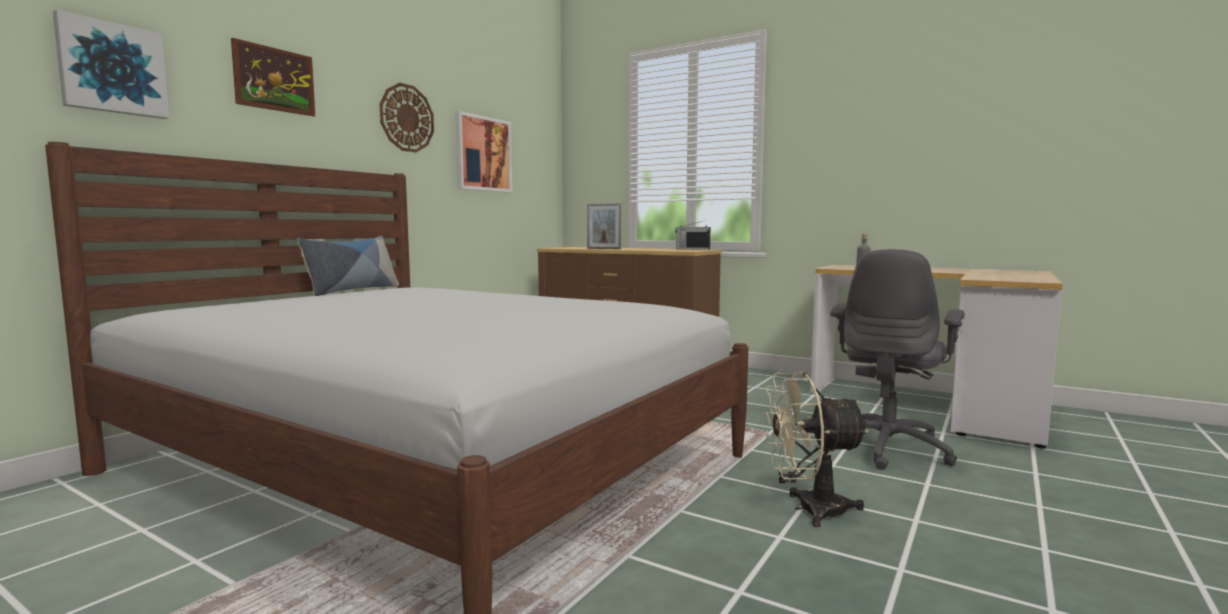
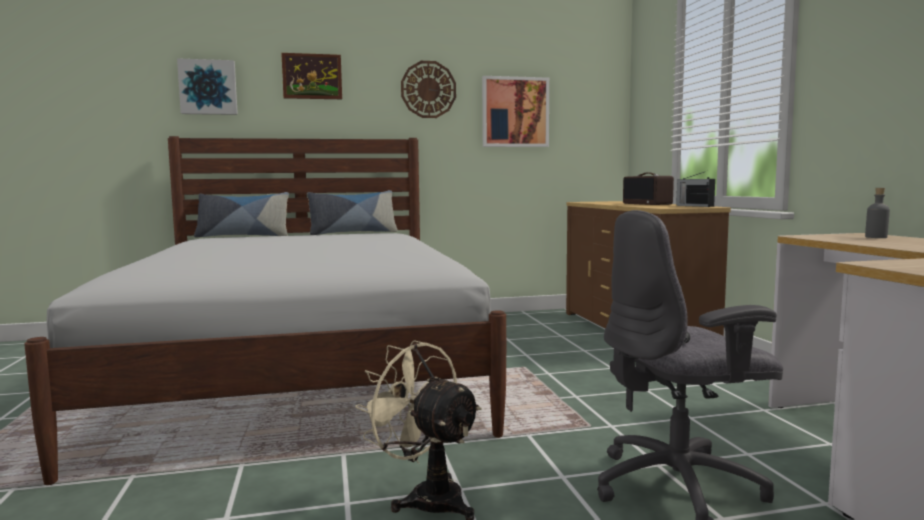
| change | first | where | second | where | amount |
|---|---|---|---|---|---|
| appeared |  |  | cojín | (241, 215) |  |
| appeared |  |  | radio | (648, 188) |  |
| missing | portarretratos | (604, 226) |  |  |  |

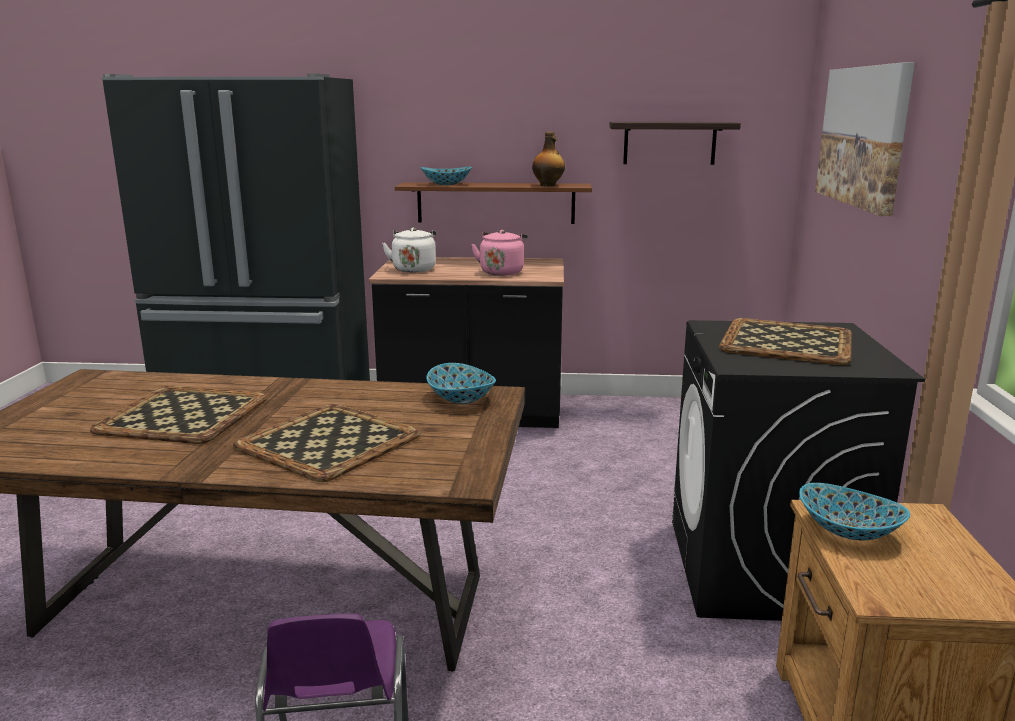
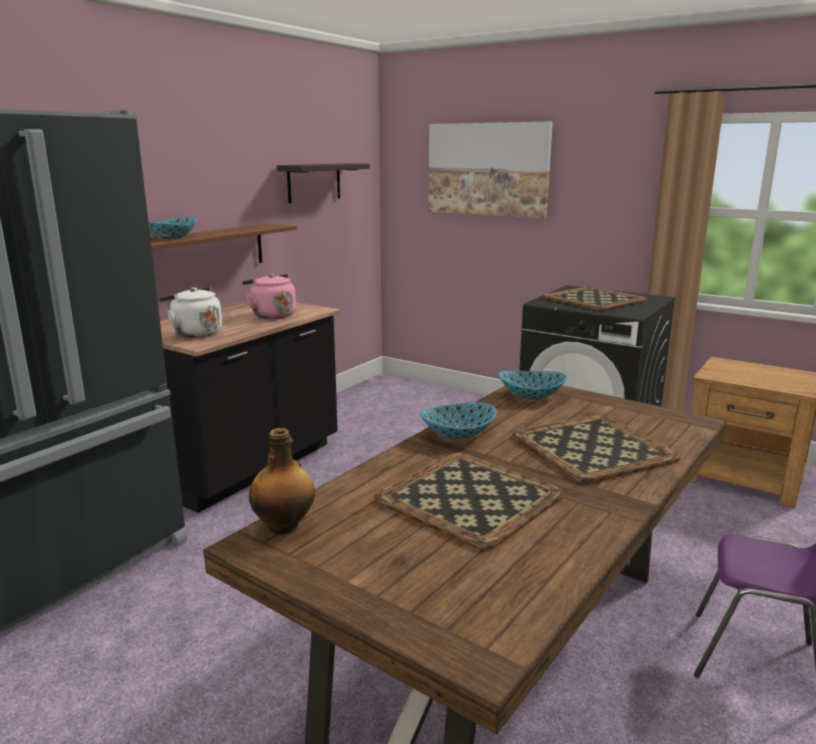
| change | first | where | second | where | amount |
|---|---|---|---|---|---|
| relocated | botella | (548, 159) |  | (282, 481) |  |
| relocated | cuenco | (854, 511) |  | (458, 421) |  |

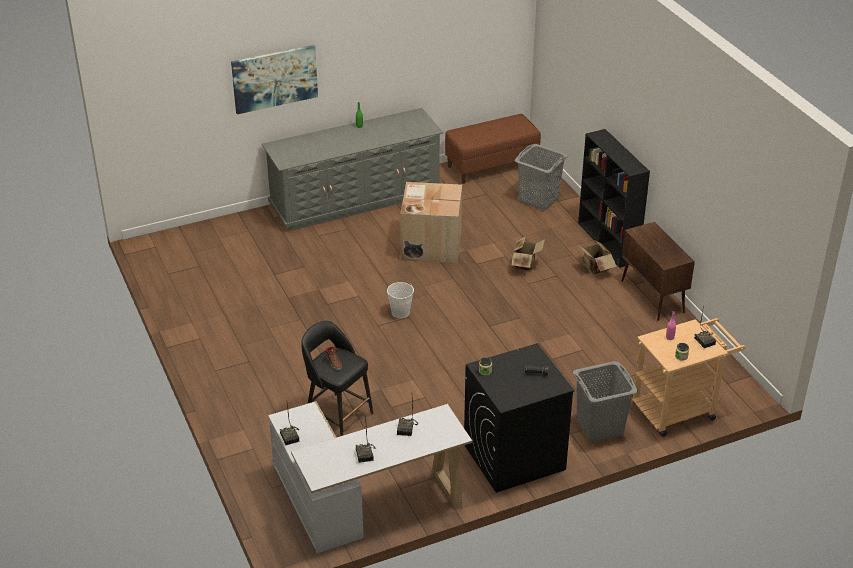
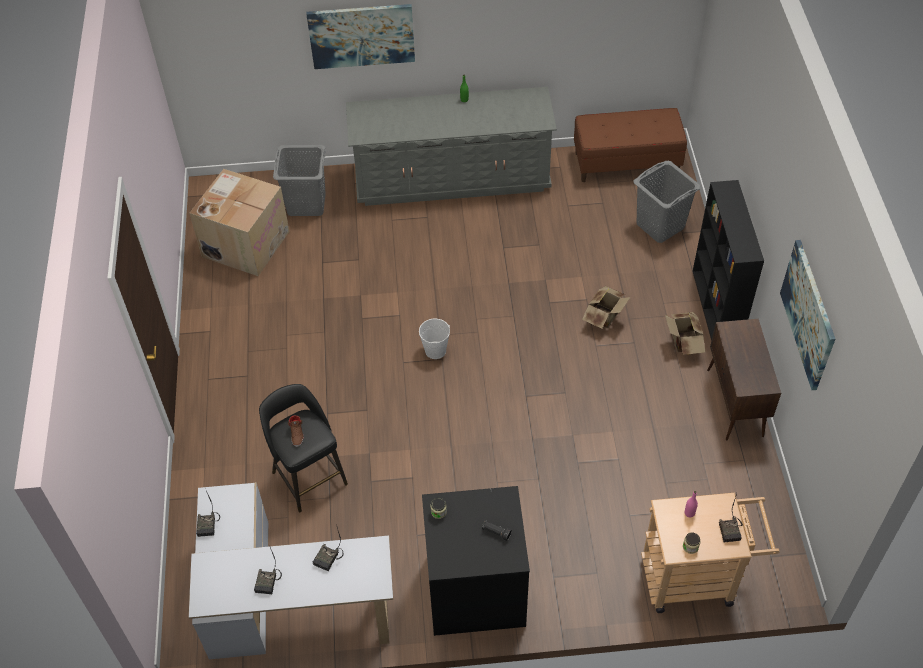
| change | first | where | second | where | amount |
|---|---|---|---|---|---|
| relocated | caja de cartón | (431, 222) |  | (239, 222) |  |
| relocated | cesto de la ropa [gris] | (605, 401) |  | (299, 180) |  |
| appeared |  |  | cuadro | (807, 315) |  |

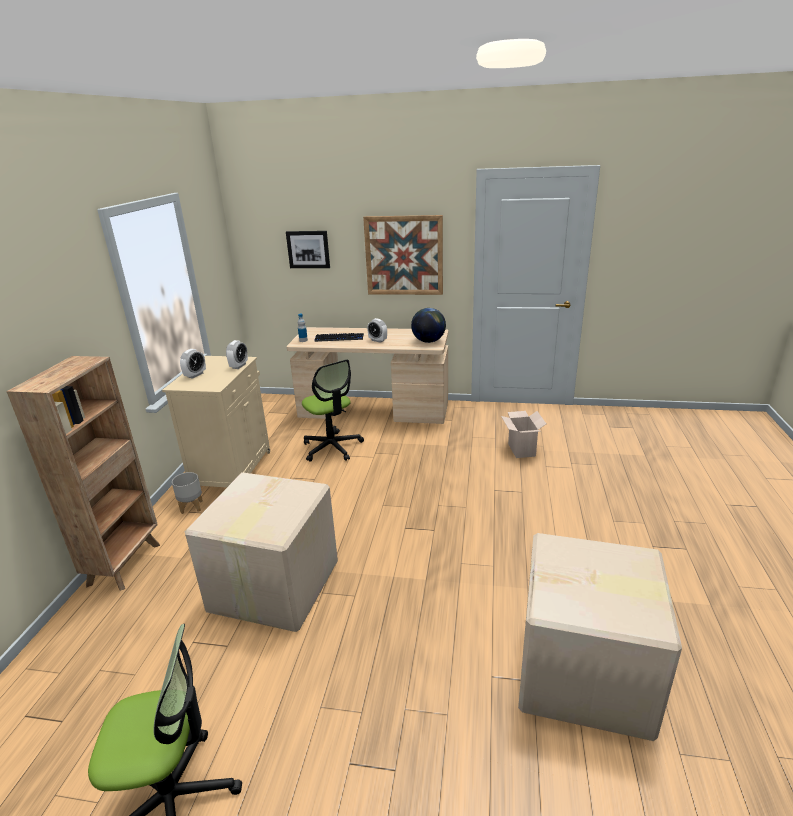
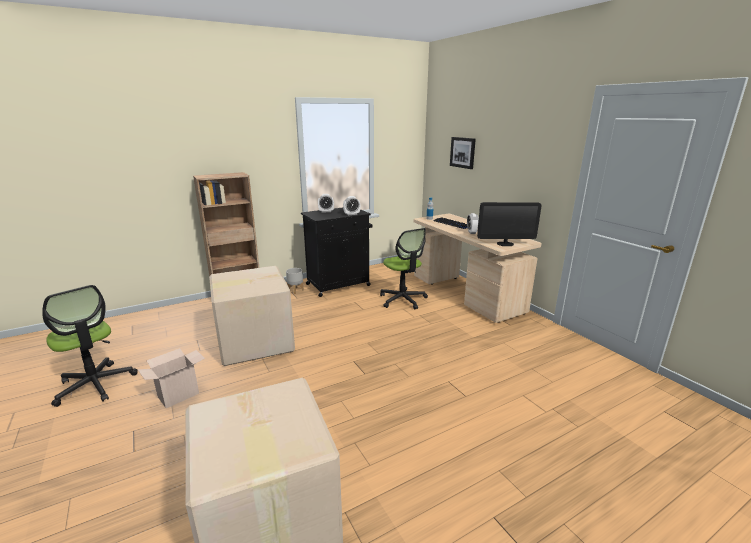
| change | first | where | second | where | amount |
|---|---|---|---|---|---|
| relocated | caja de cartón | (523, 434) |  | (171, 378) |  |
| colour | armario [beis] | (216, 422) | armario [negro] | (337, 252) |  |
| spun | silla de oficina | (333, 410) |  | (404, 269) | 45 degrees counterclockwise |
| exchanged | globo terráqueo | (428, 325) | monitor | (509, 224) |  |
| missing | cuadro | (403, 255) |  |  |  |

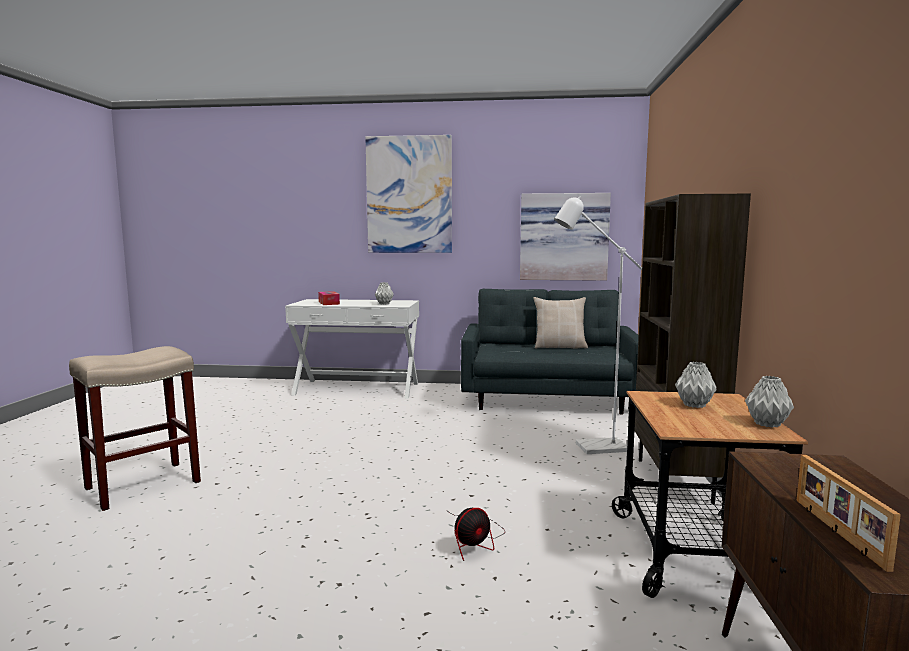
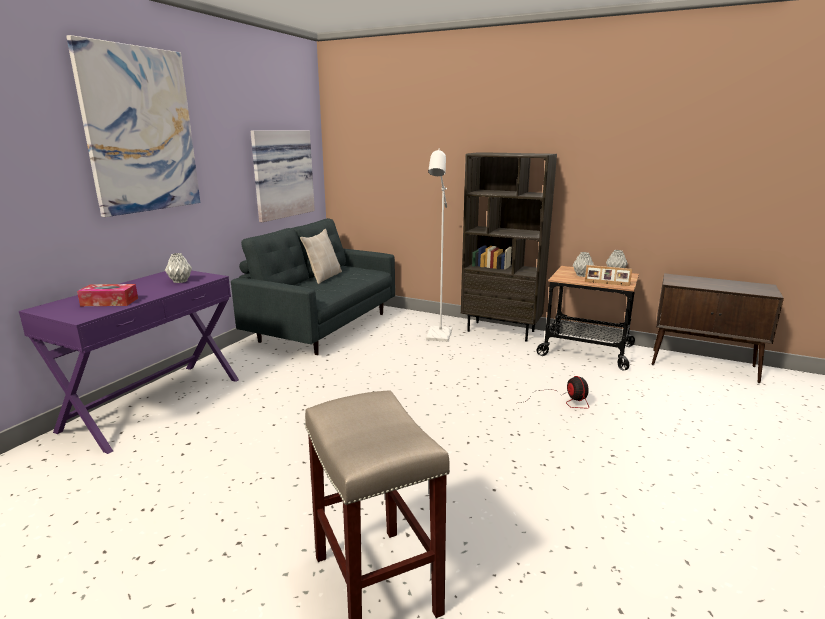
| change | first | where | second | where | amount |
|---|---|---|---|---|---|
| colour | mesa consola [blanco] | (352, 349) | mesa consola [morado] | (129, 362) |  |
| relocated | portarretratos | (849, 513) |  | (608, 275) |  |

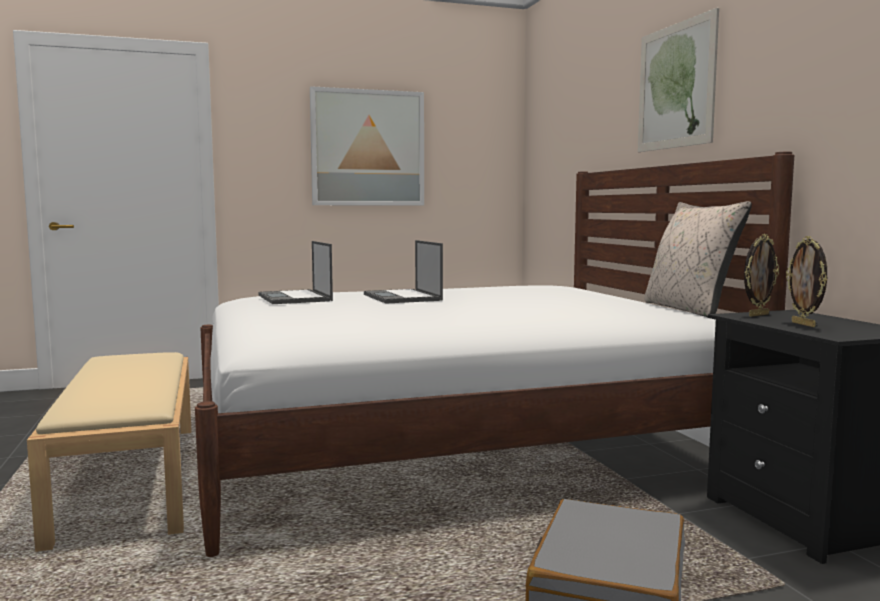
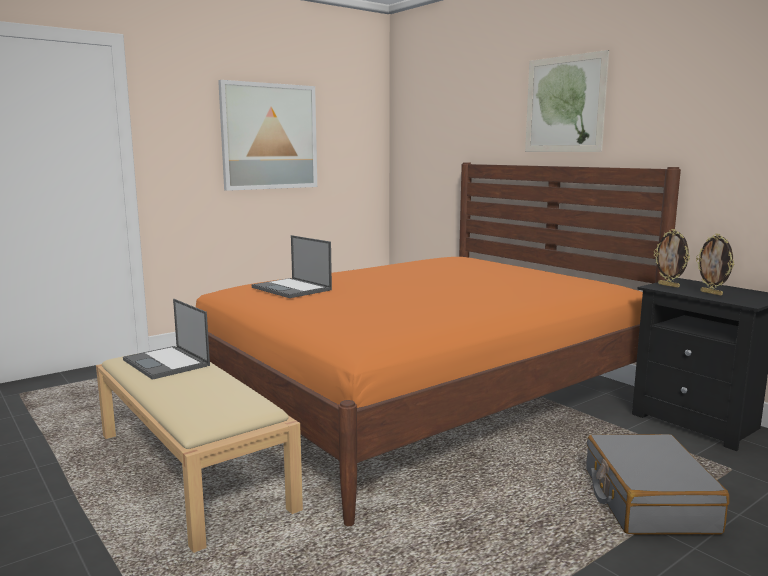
| change | first | where | second | where | amount |
|---|---|---|---|---|---|
| relocated | portátil | (403, 272) |  | (166, 339) |  |
| colour | cama [blanco] | (494, 354) | cama [naranja] | (438, 344) |  |
| spun | portarretratos | (761, 275) |  | (672, 258) | 105 degrees clockwise |
| missing | cojín [beis] | (698, 259) |  |  |  |

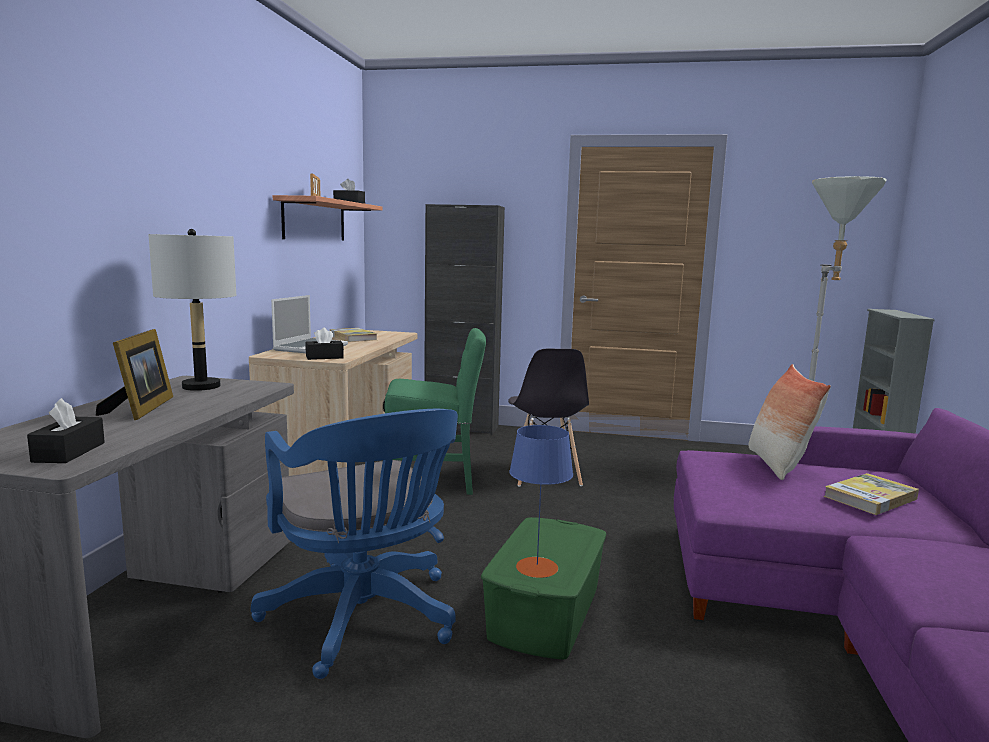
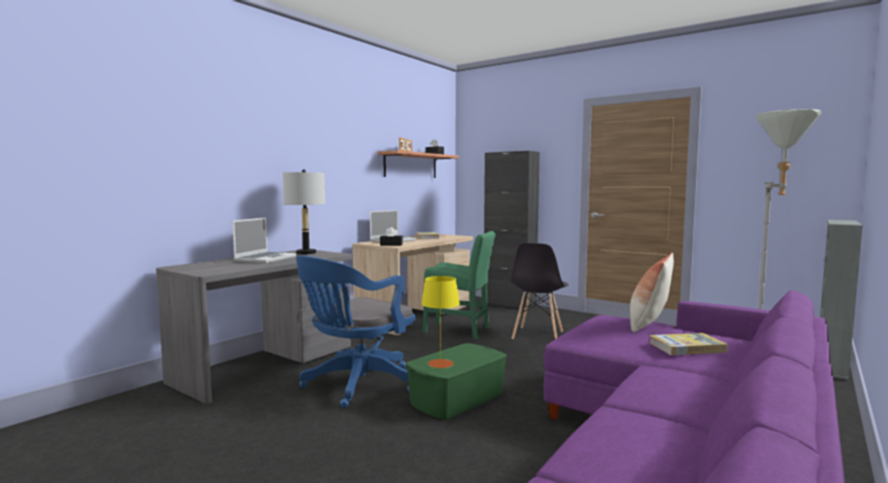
| change | first | where | second | where | amount |
|---|---|---|---|---|---|
| exchanged | portarretratos | (134, 374) | portátil | (264, 240) |  |
| spun | silla de oficina [azul] | (354, 544) |  | (355, 332) | 45 degrees clockwise |
| colour | lámpara de mesa [azul] | (541, 501) | lámpara de mesa [amarillo] | (440, 322) |  |
| missing | caja de pañuelos [negro] | (66, 430) |  |  |  |

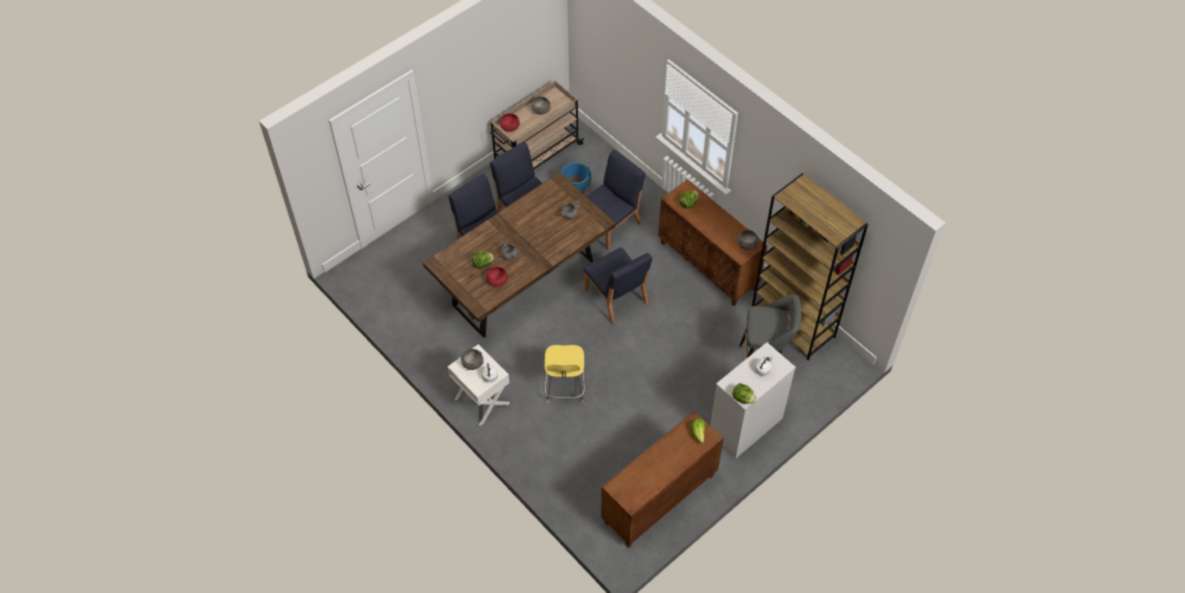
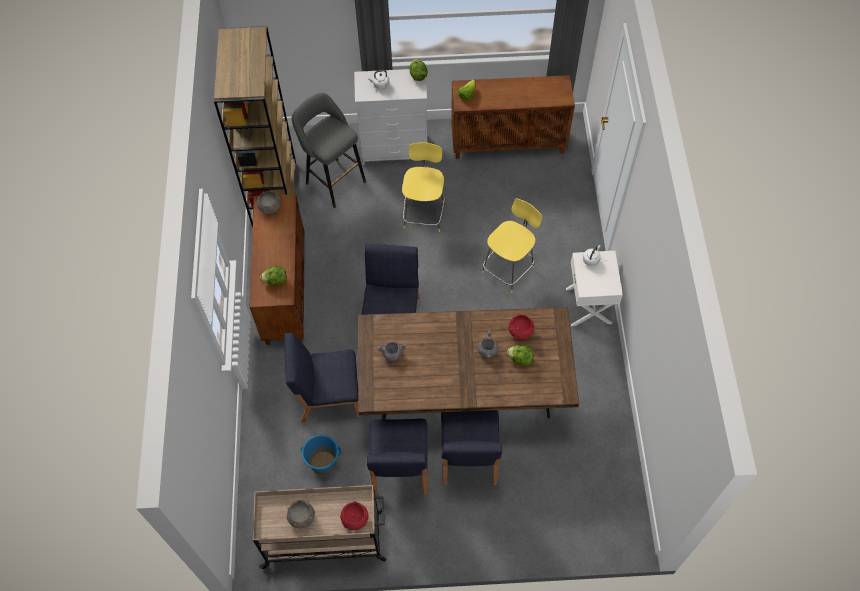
| change | first | where | second | where | amount |
|---|---|---|---|---|---|
| appeared |  |  | taburete [amarillo] | (423, 187) |  |
| missing | cuenco [gris] | (472, 359) |  |  |  |

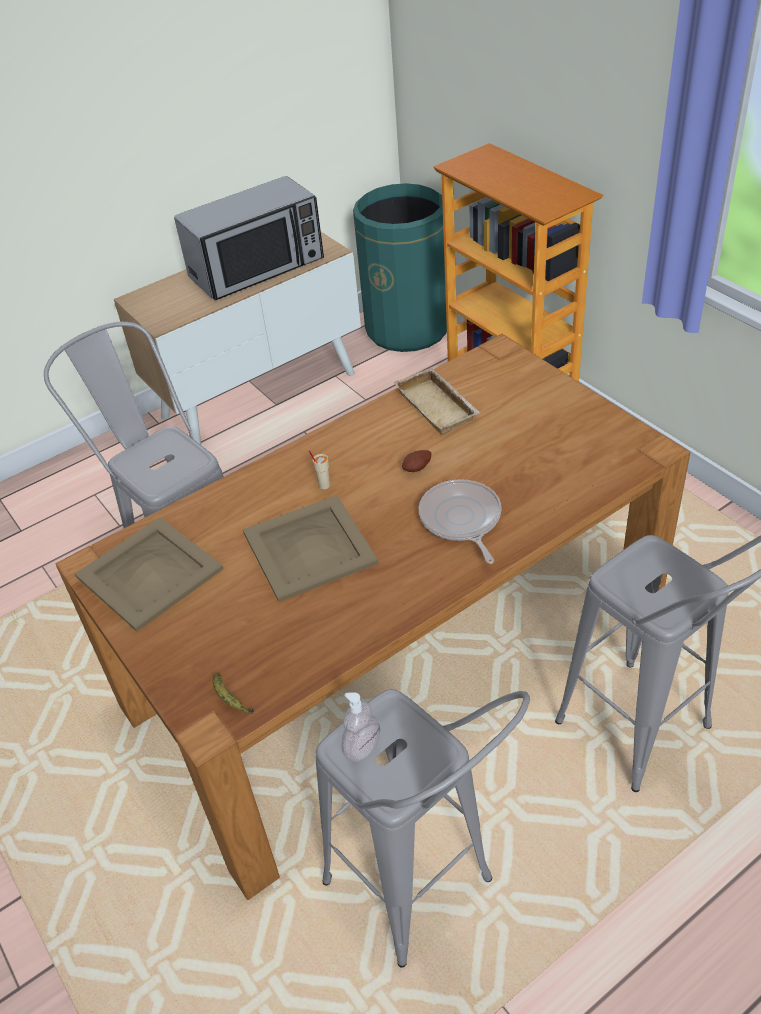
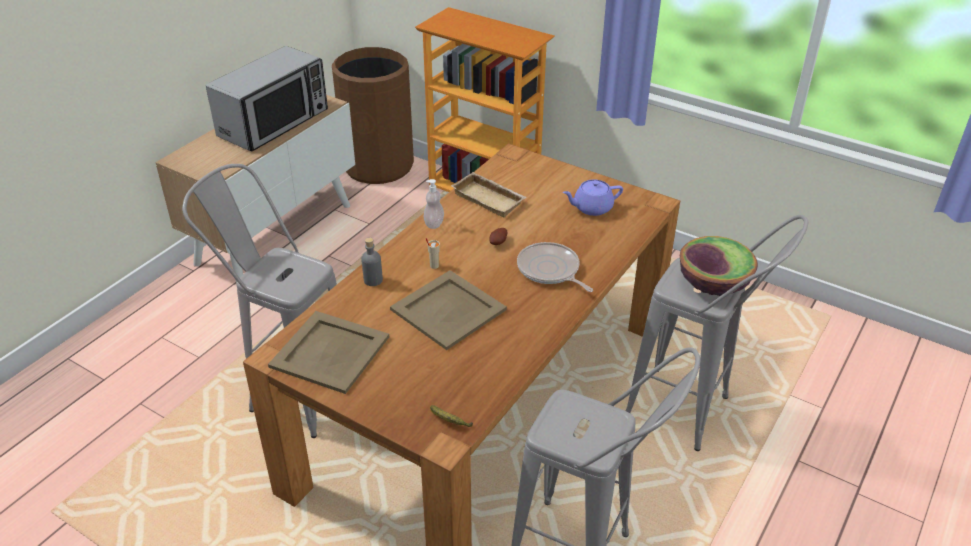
| change | first | where | second | where | amount |
|---|---|---|---|---|---|
| colour | papelera [verde] | (400, 267) | papelera [marrón] | (373, 115) |  |
| appeared |  |  | botella [gris] | (372, 262) |  |
| relocated | dispensador de jabón | (360, 727) |  | (434, 204) |  |
| appeared |  |  | tetera [morado] | (592, 197) |  |
| appeared |  |  | cuenco | (719, 266) |  |

